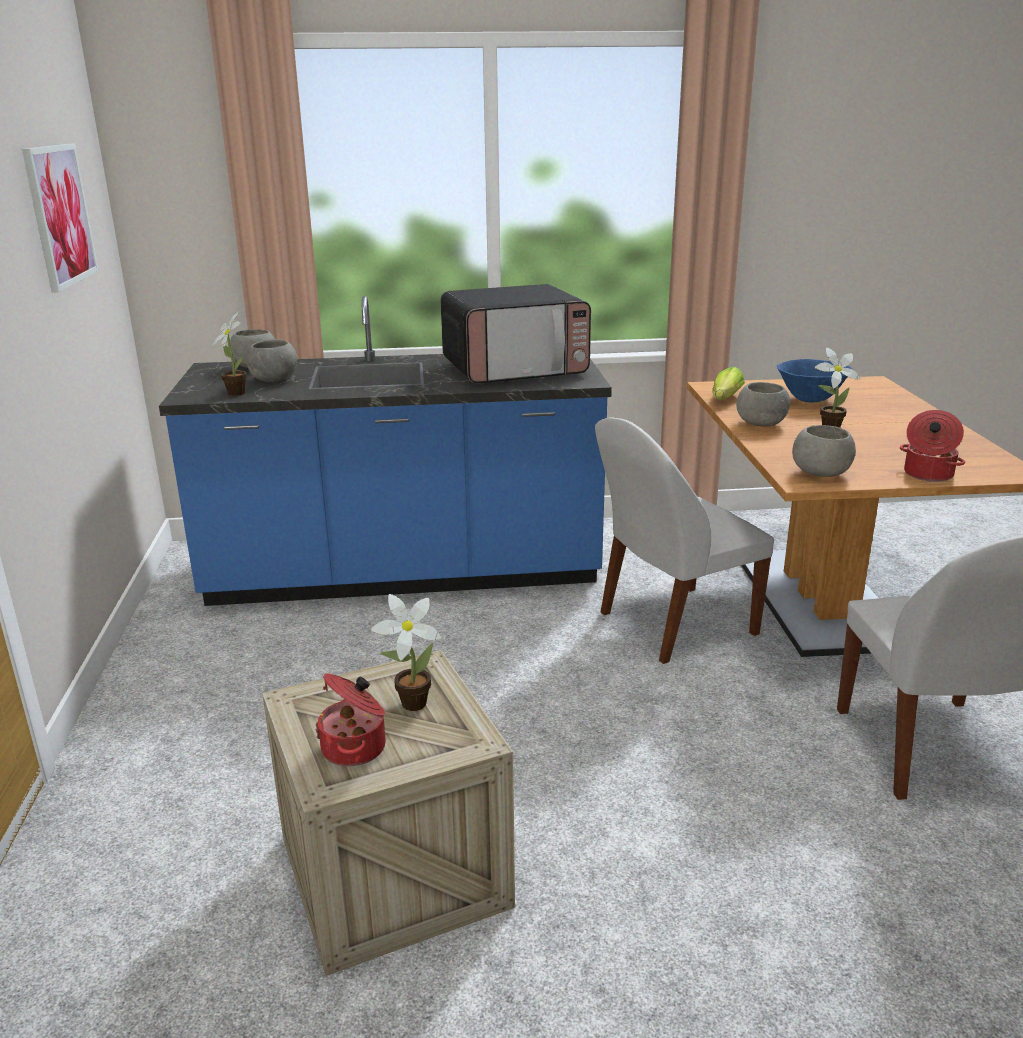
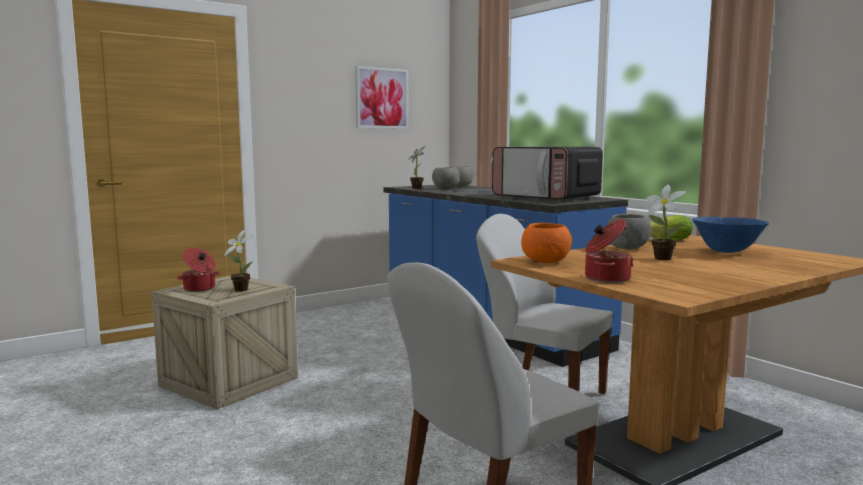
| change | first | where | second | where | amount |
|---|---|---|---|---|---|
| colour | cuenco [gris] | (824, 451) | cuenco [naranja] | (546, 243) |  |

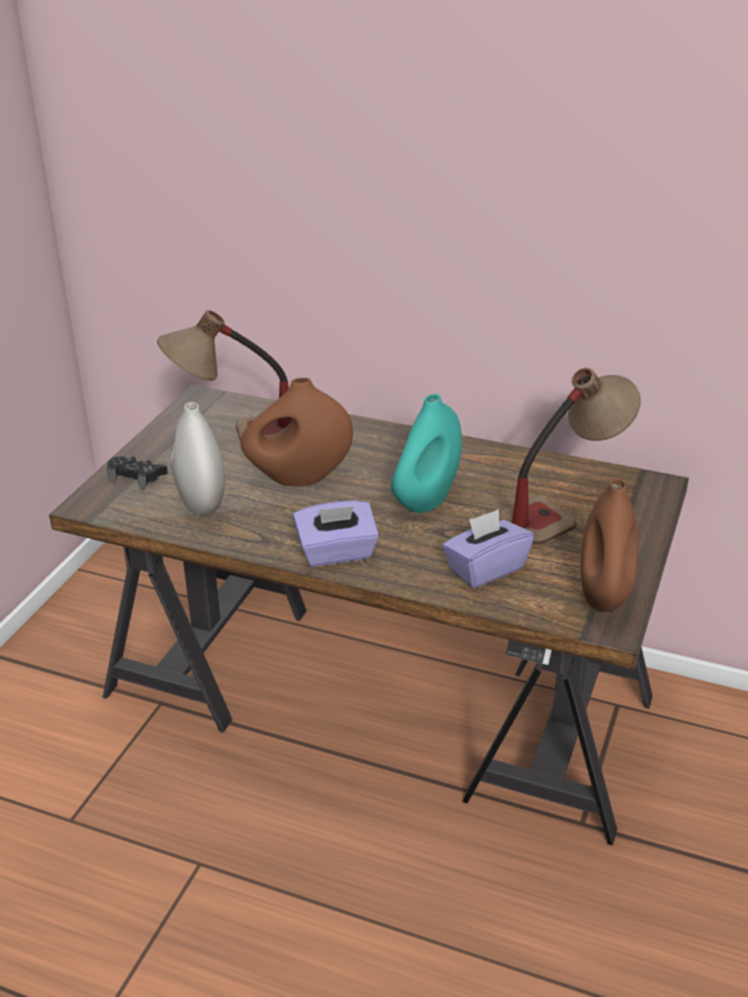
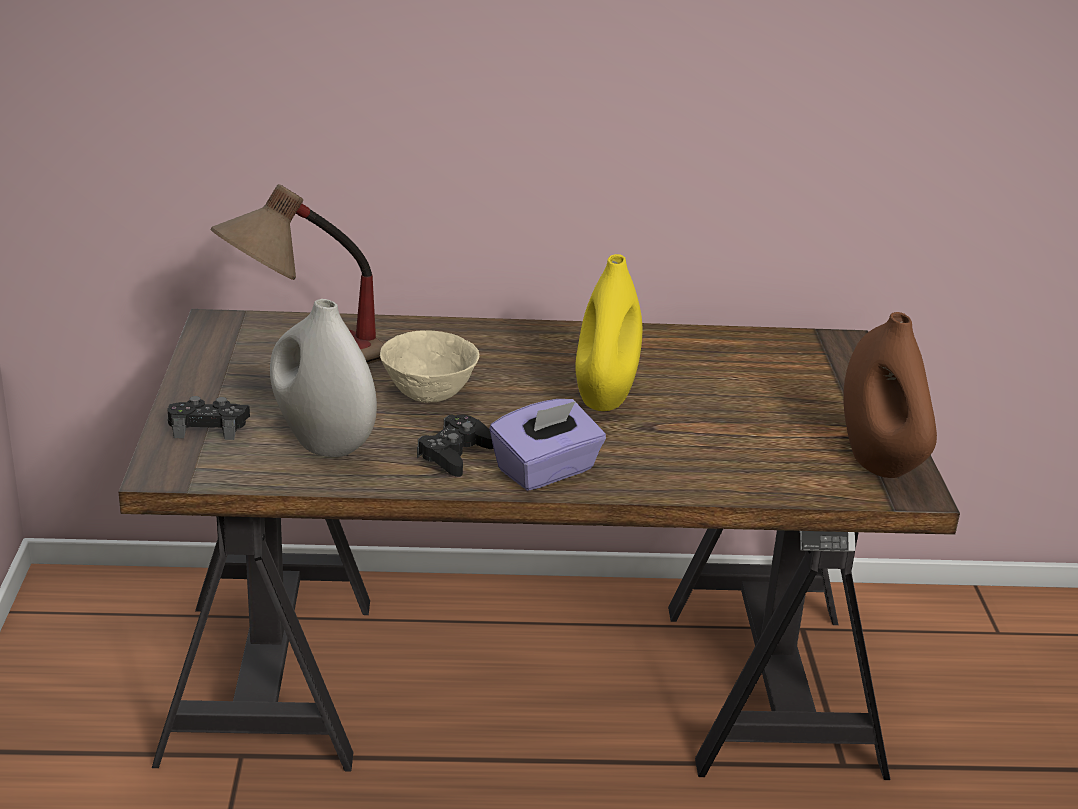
| change | first | where | second | where | amount |
|---|---|---|---|---|---|
| exchanged | florero [marrón] | (297, 432) | cuenco [beis] | (429, 366) |  |
| appeared |  |  | mando de consola [negro] | (455, 445) |  |
| colour | florero [turquesa] | (426, 453) | florero [amarillo] | (608, 332) |  |
| missing | caja de pañuelos [morado] | (488, 548) |  |  |  |
| missing | lámpara de mesa | (570, 456) |  |  |  |

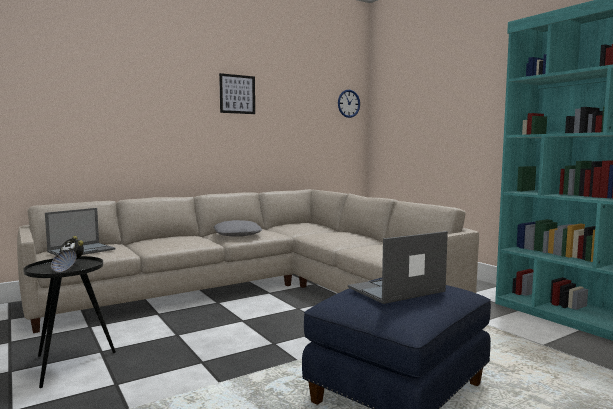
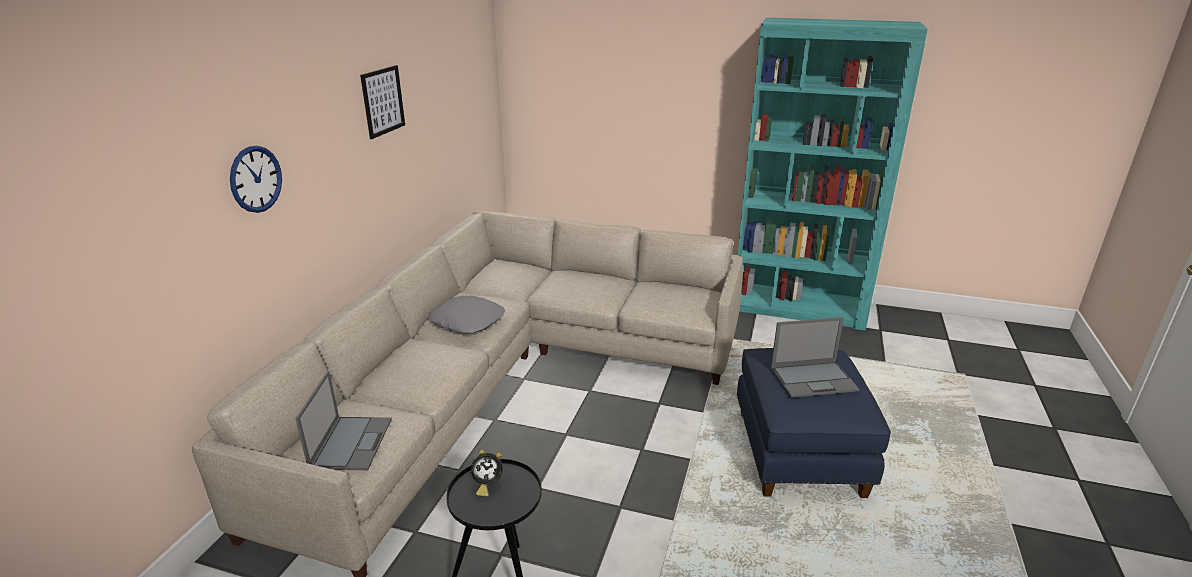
| change | first | where | second | where | amount |
|---|---|---|---|---|---|
| relocated | reloj de pared | (349, 104) |  | (256, 179) |  |
| spun | portátil | (398, 267) |  | (815, 357) | 120 degrees counterclockwise |
| missing | cuenco | (64, 261) |  |  |  |

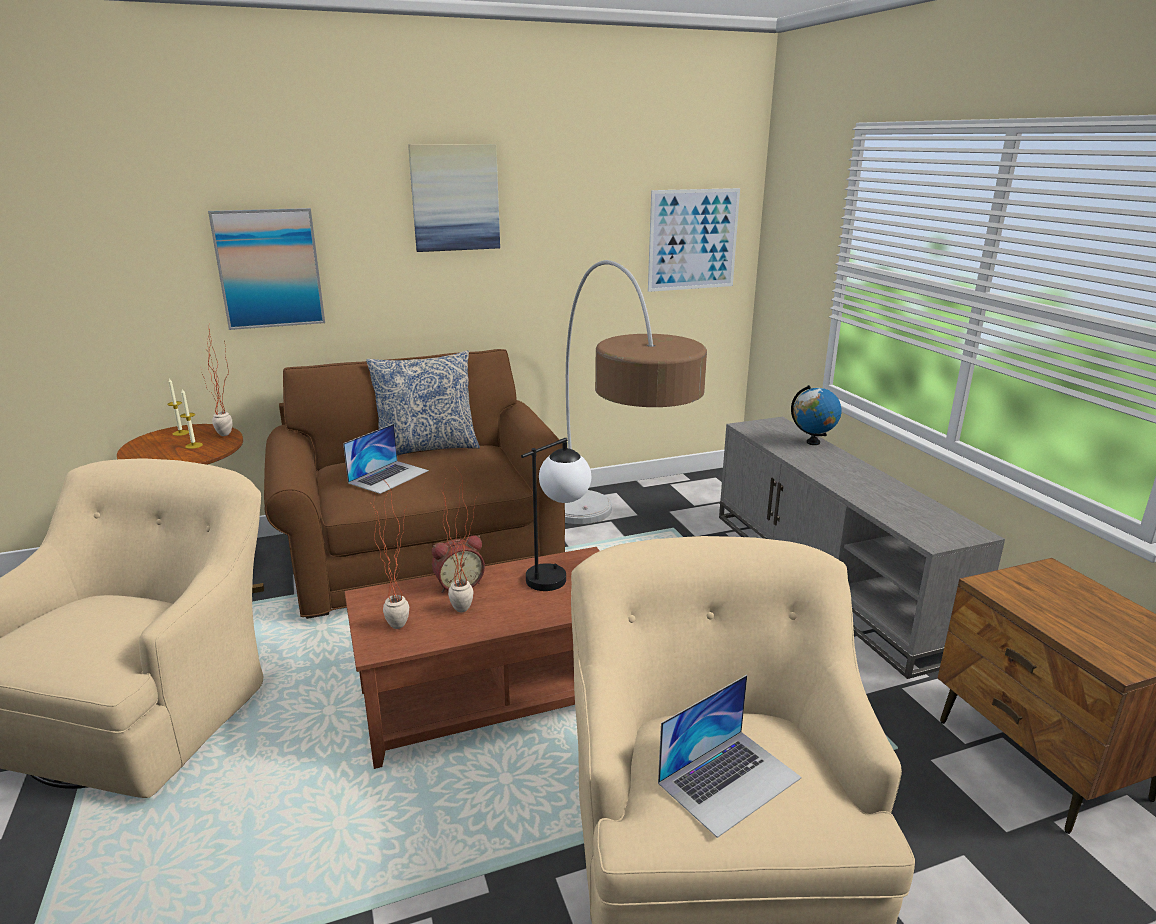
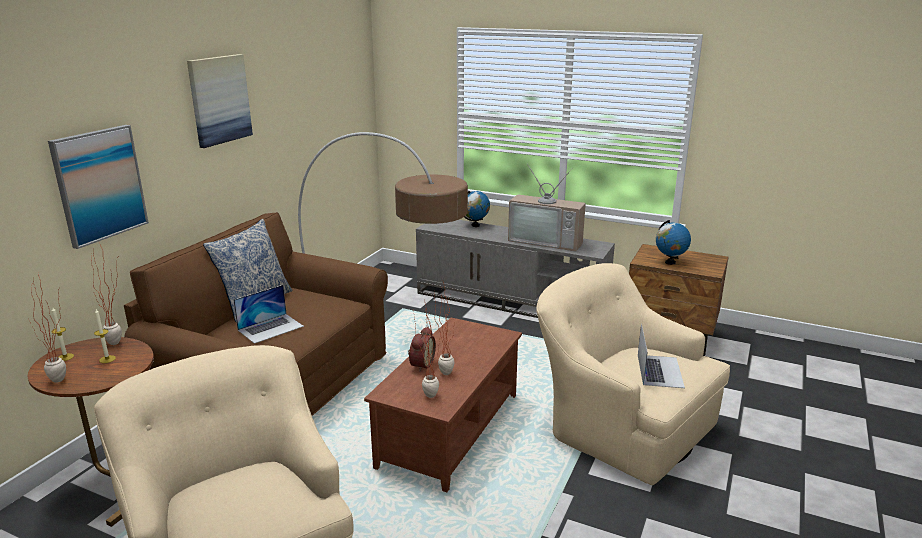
| change | first | where | second | where | amount |
|---|---|---|---|---|---|
| appeared |  |  | planta en maceta | (47, 328) |  |
| spun | portátil | (386, 459) |  | (269, 314) | 60 degrees clockwise |
| appeared |  |  | televisor | (547, 207) |  |
| appeared |  |  | globo terráqueo | (673, 242) |  |
| missing | lámpara de mesa | (556, 514) |  |  |  |
| missing | cuadro | (694, 240) |  |  |  |

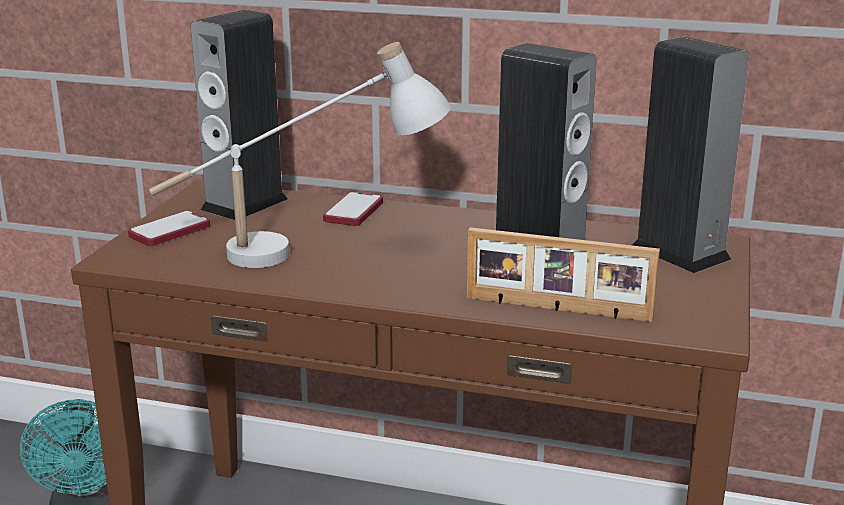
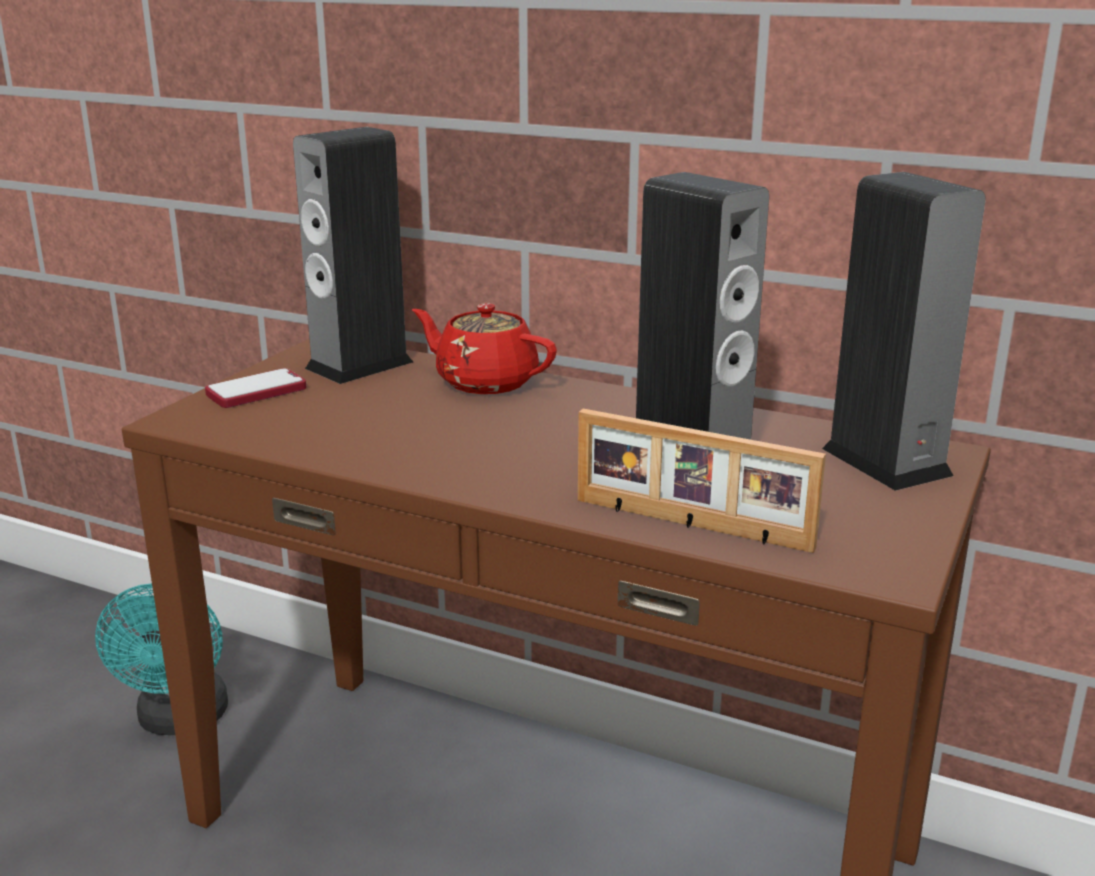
| change | first | where | second | where | amount |
|---|---|---|---|---|---|
| exchanged | móvil | (353, 209) | tetera [rojo] | (484, 348) |  |
| missing | lámpara de mesa [blanco] | (300, 155) |  |  |  |

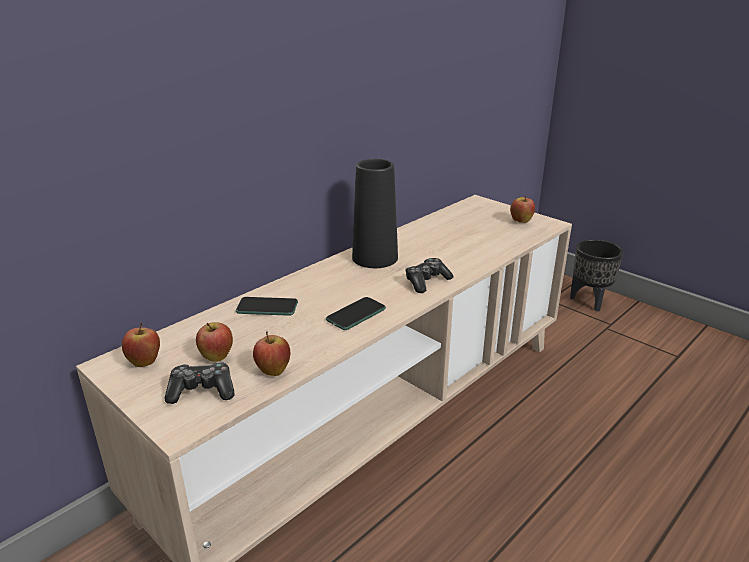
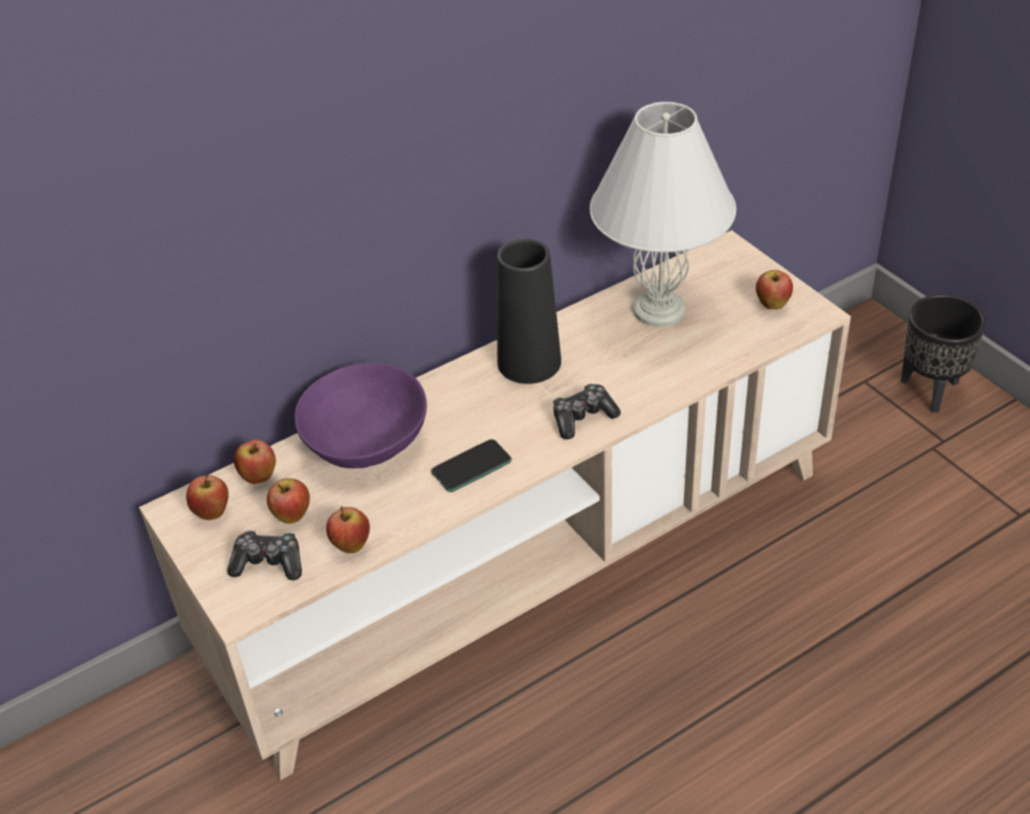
| change | first | where | second | where | amount |
|---|---|---|---|---|---|
| appeared |  |  | manzana | (255, 462) |  |
| exchanged | móvil | (267, 306) | cuenco [morado] | (361, 415) |  |
| appeared |  |  | lámpara de mesa [blanco] | (663, 214) |  |

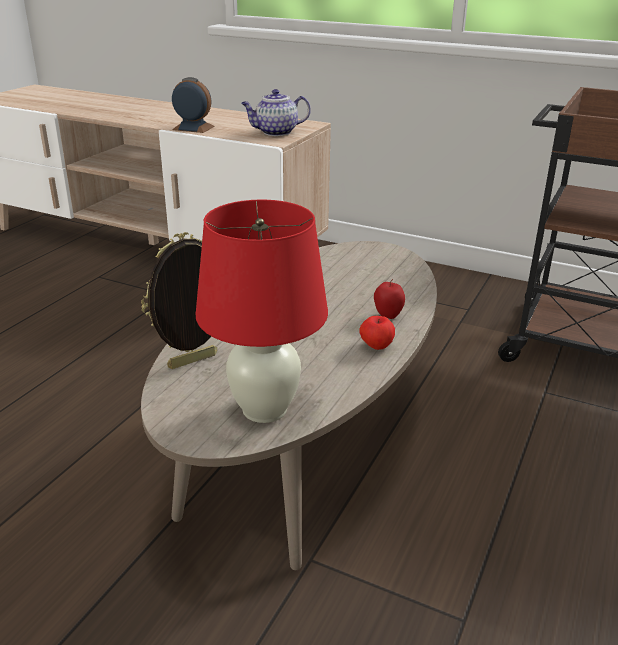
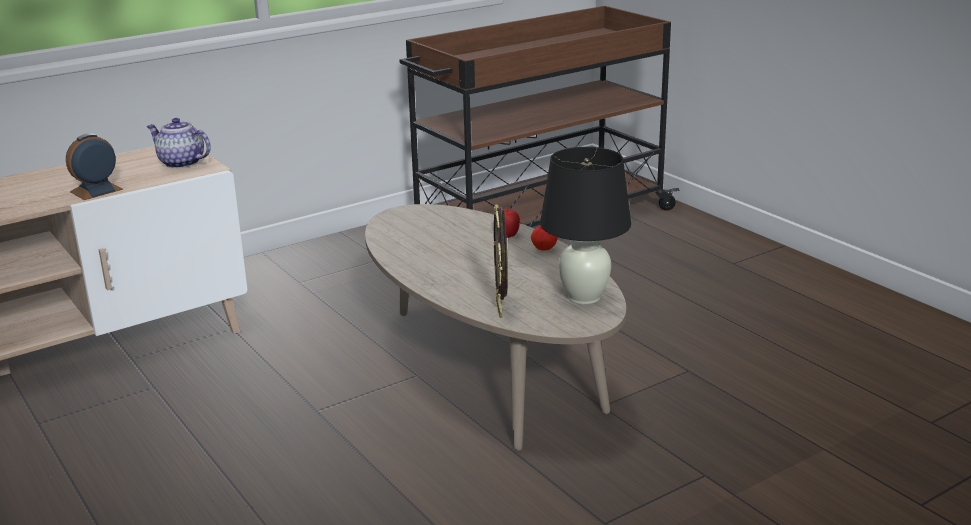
| change | first | where | second | where | amount |
|---|---|---|---|---|---|
| spun | tetera | (276, 112) |  | (179, 143) | 105 degrees clockwise |
| colour | lámpara de mesa [rojo] | (262, 311) | lámpara de mesa [negro] | (585, 225) |  |

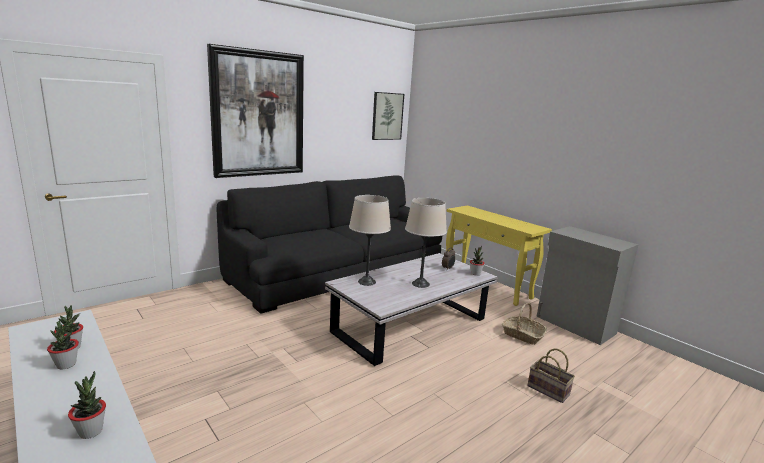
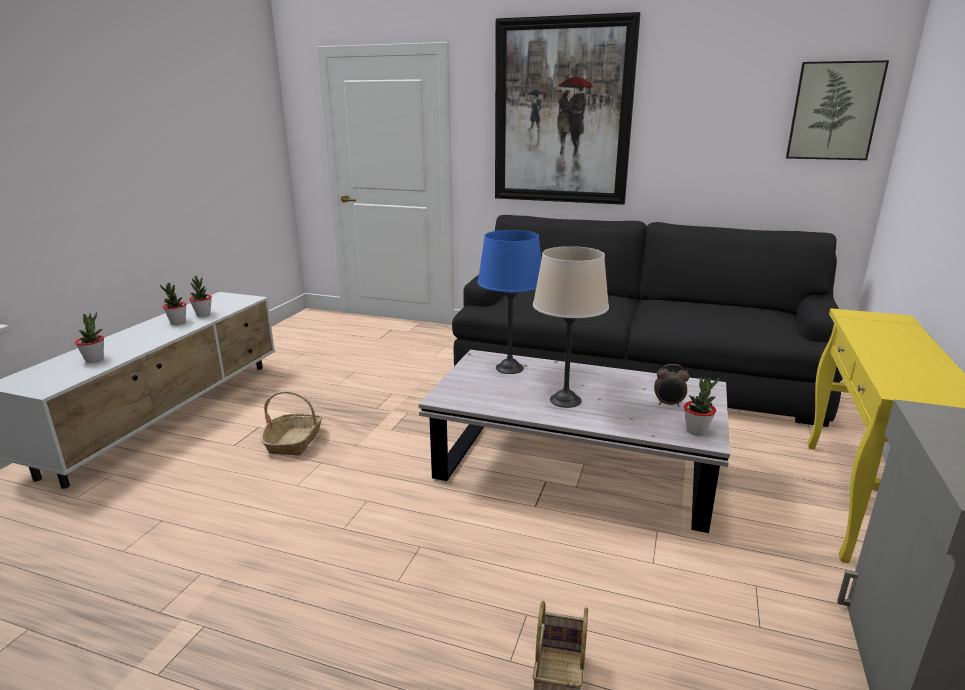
| change | first | where | second | where | amount |
|---|---|---|---|---|---|
| relocated | cesta | (524, 324) |  | (291, 423) |  |
| colour | lámpara de mesa [beis] | (370, 240) | lámpara de mesa [azul] | (509, 302) |  |

